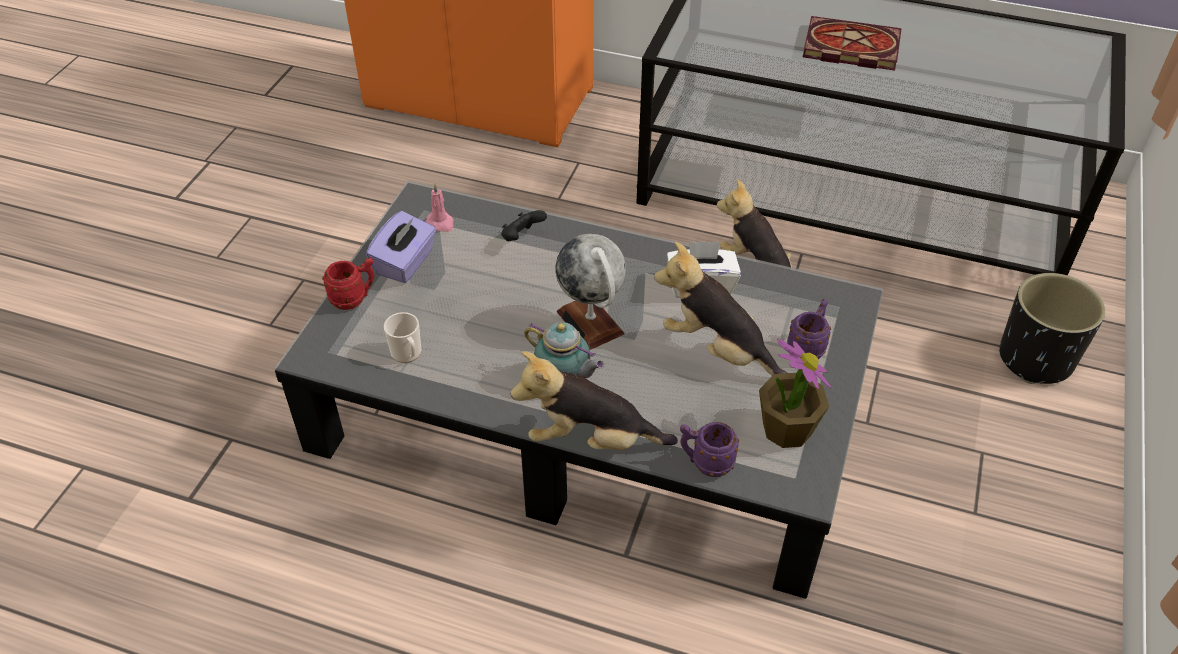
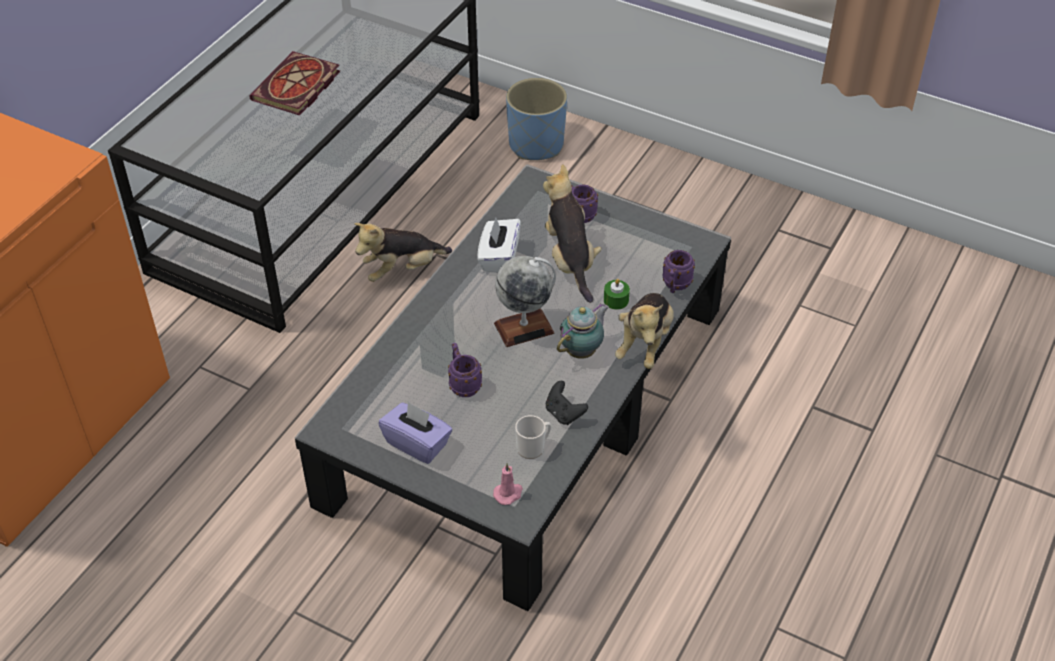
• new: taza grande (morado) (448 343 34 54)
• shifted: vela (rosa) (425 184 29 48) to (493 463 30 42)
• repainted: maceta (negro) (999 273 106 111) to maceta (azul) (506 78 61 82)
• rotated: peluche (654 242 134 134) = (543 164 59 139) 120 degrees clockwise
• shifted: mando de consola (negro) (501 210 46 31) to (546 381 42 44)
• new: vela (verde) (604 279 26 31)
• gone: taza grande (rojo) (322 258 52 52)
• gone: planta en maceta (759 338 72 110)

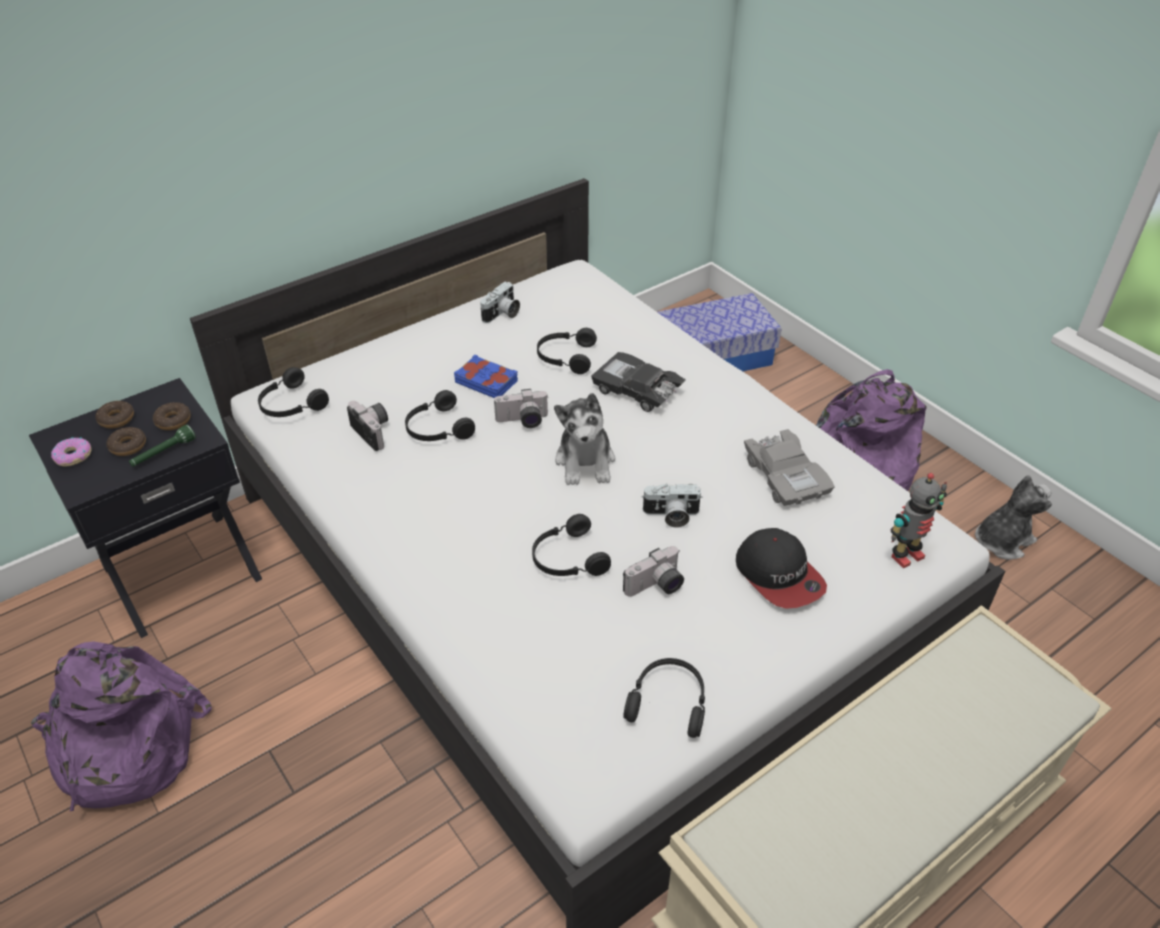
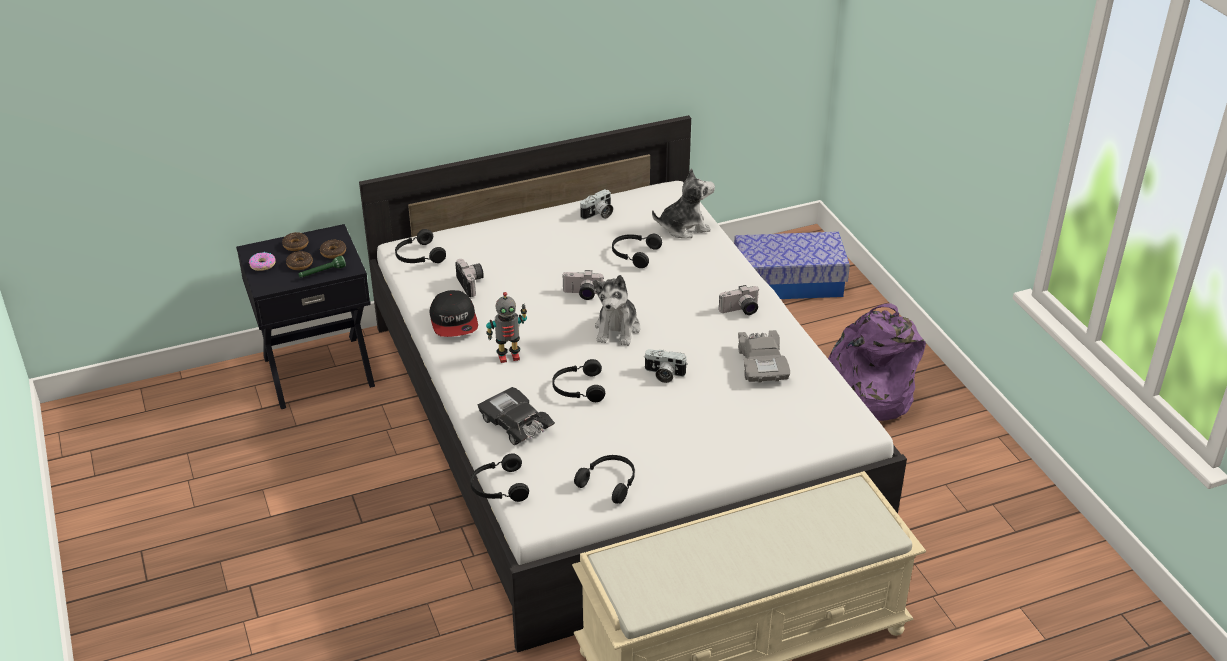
• shifted: gorra (736 528 91 81) to (430 290 48 47)
• shifted: auriculares (negro) (405 390 70 51) to (470 453 59 49)
• shifted: coche de juguete (negro) (591 352 95 60) to (478 387 77 58)
• shifted: robot de juguete (891 473 56 95) to (486 292 41 71)
• shifted: peluche (975 475 77 85) to (652 168 63 70)
• shifted: cámara (623 546 61 51) to (719 285 41 30)
• gone: mochila (morado) (31 641 181 170)
• gone: libro (azul) (454 354 64 44)

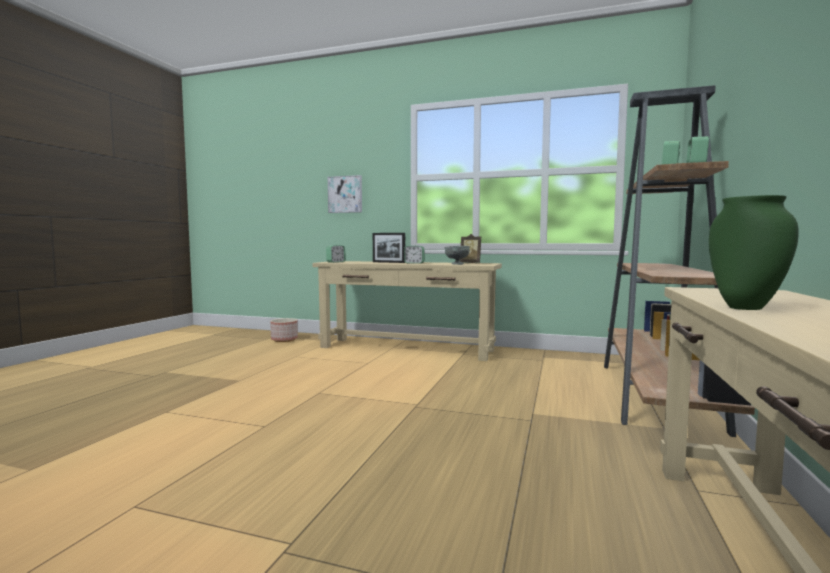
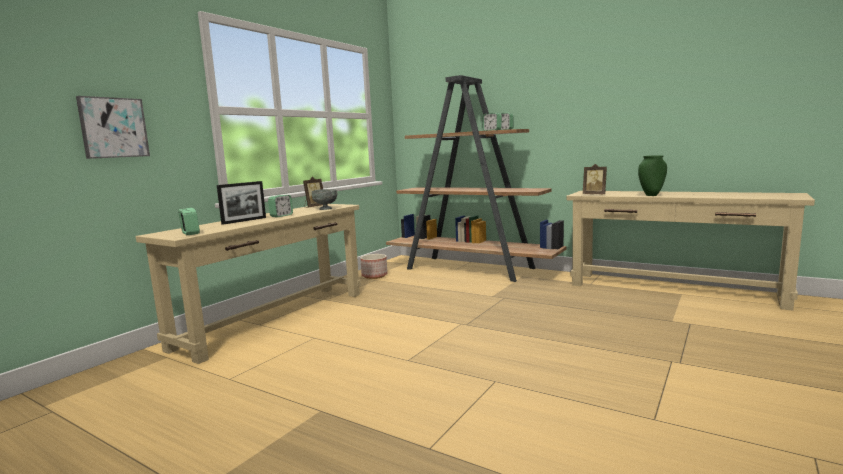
• shifted: maceta (270 318 28 24) to (360 254 27 25)
• new: portarretratos (583 164 24 30)

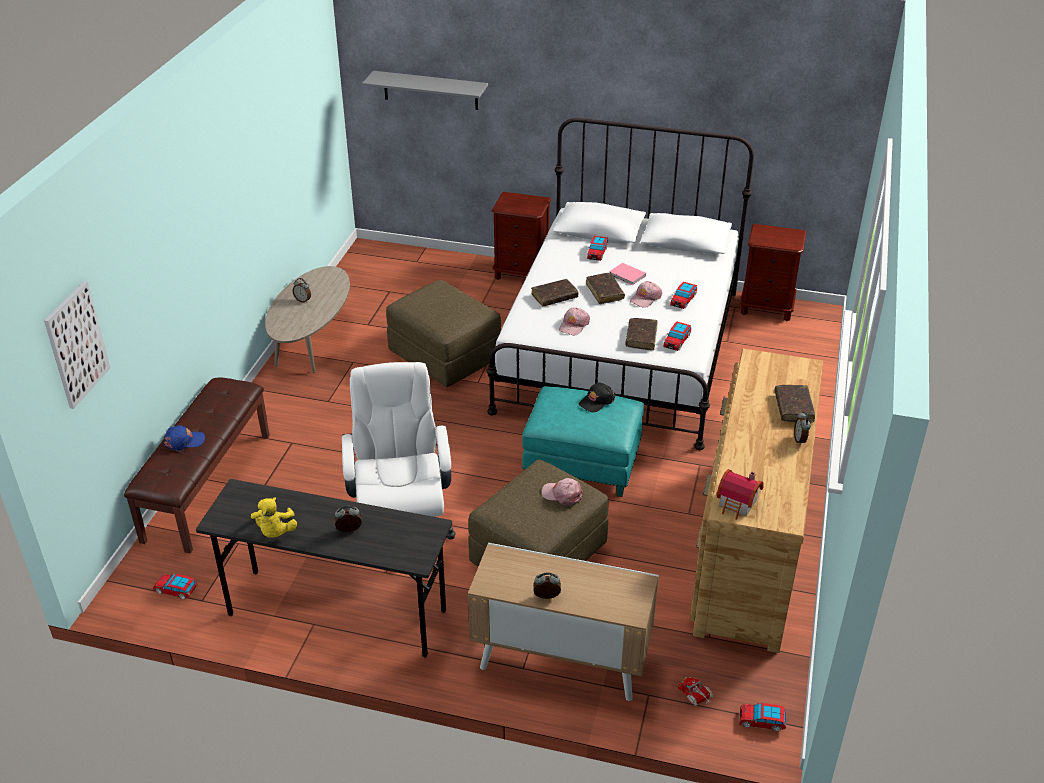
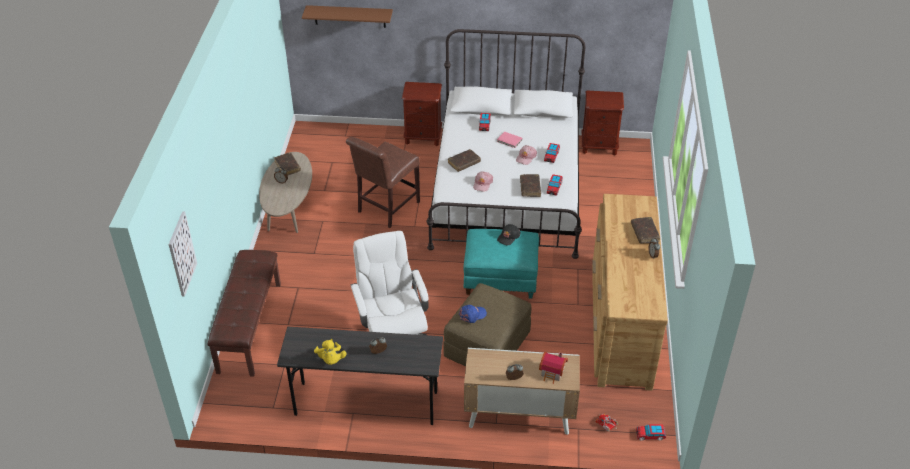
• shifted: libro (marrón) (586 273 39 31) to (274 152 27 23)
• repainted: estante (gris) (362 71 126 39) to estante (marrón) (302 5 91 23)
• swapped: puf (marrón) (386 280 115 107) to silla (marrón) (346 137 74 91)
• shifted: gorra (azul) (164 425 41 26) to (459 305 28 18)
• shifted: casita (717 469 47 51) to (539 352 29 32)
• gone: coche de juguete (153 574 45 26)
• gone: gorra (rosa) (542 478 41 28)

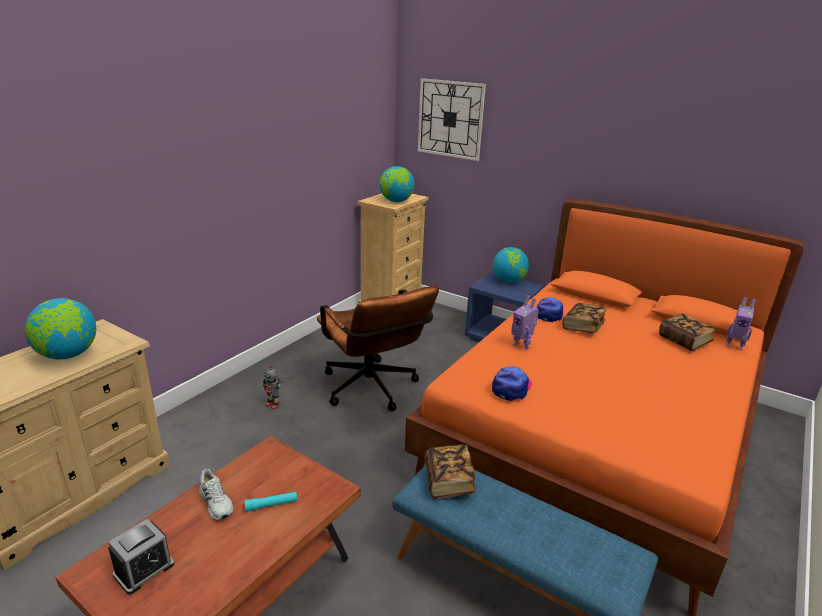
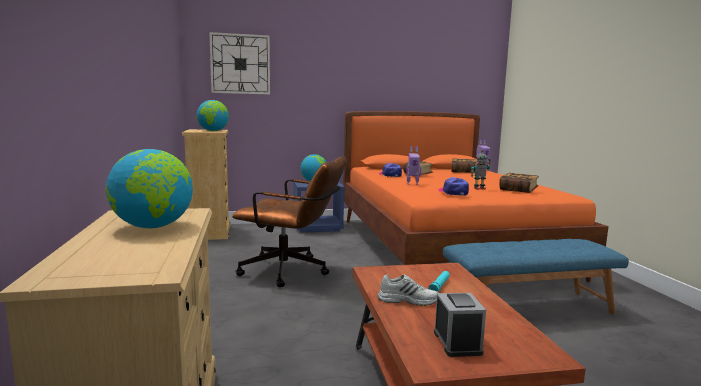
• shifted: robot de juguete (263 365 18 45) to (471 150 20 40)
• shifted: libro (424 445 52 54) to (499 173 40 20)

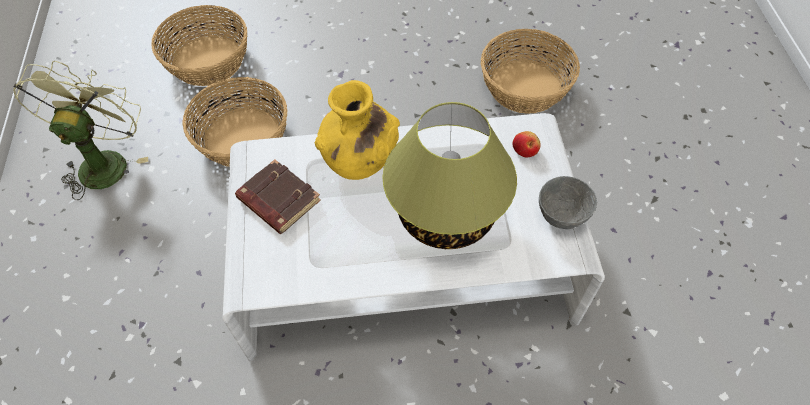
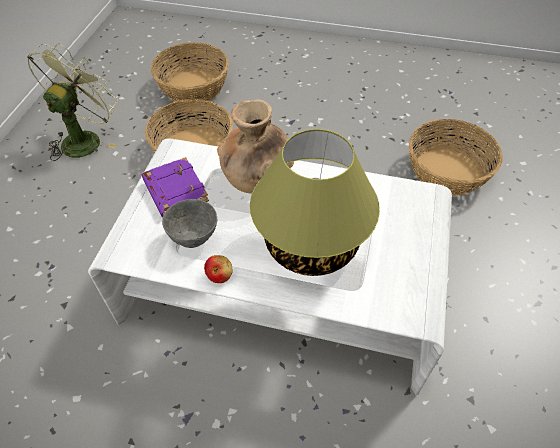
• repainted: libro (marrón) (235 159 86 75) to libro (morado) (142 157 67 61)
• shifted: cuenco (gris) (539 176 58 53) to (162 199 55 49)
• shifted: manzana (513 131 27 26) to (204 255 29 28)
• repainted: florero (amarillo) (315 80 85 100) to florero (marrón) (217 99 77 95)

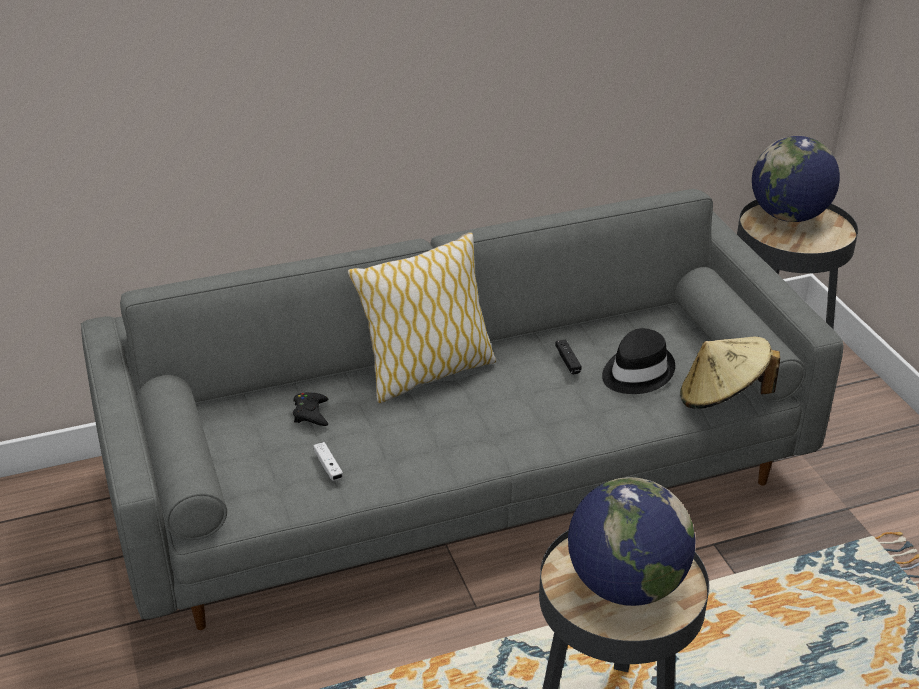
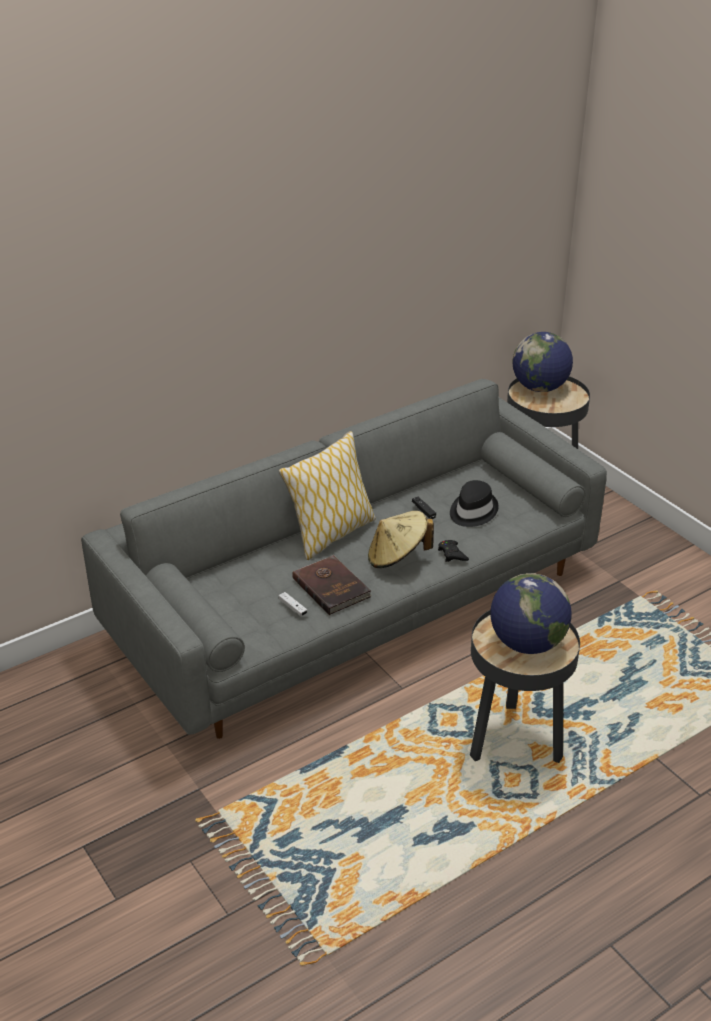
• new: libro (marrón) (292 555 80 60)
• shifted: sombrero (beis) (680 337 100 72) to (368 511 66 57)
• shifted: mando de consola (negro) (293 392 35 34) to (438 540 31 22)

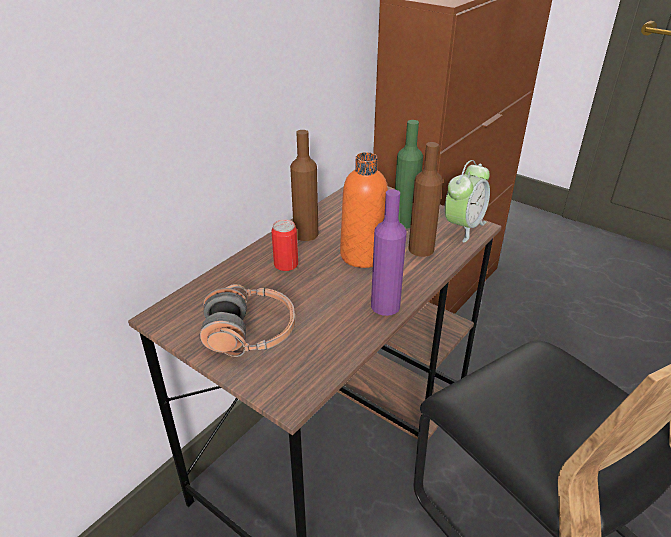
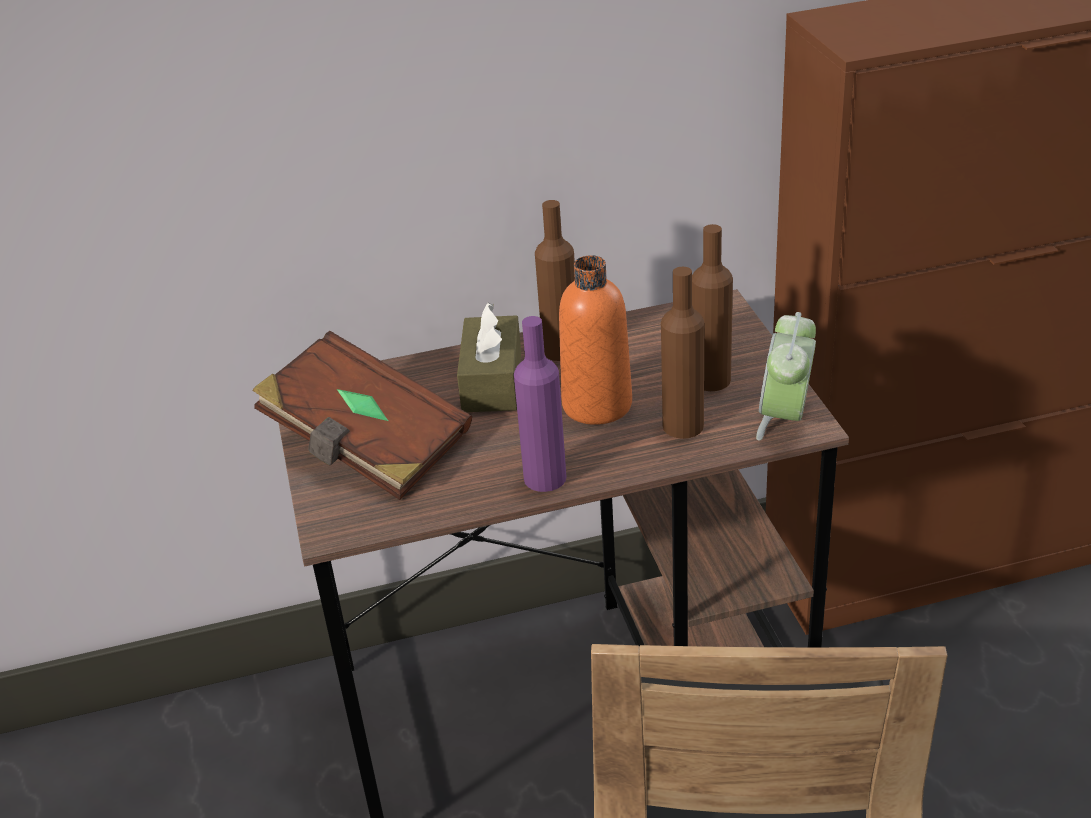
• swapped: auriculares (200 284 95 73) to libro (marrón) (253 331 219 169)
• swapped: lata (272 219 26 52) to caja de pañuelos (marrón) (457 303 64 109)
• repainted: botella (verde) (395 120 28 108) to botella (marrón) (692 224 41 167)
• rotated: despertador (444 160 46 82) = (756 312 60 129) 120 degrees clockwise

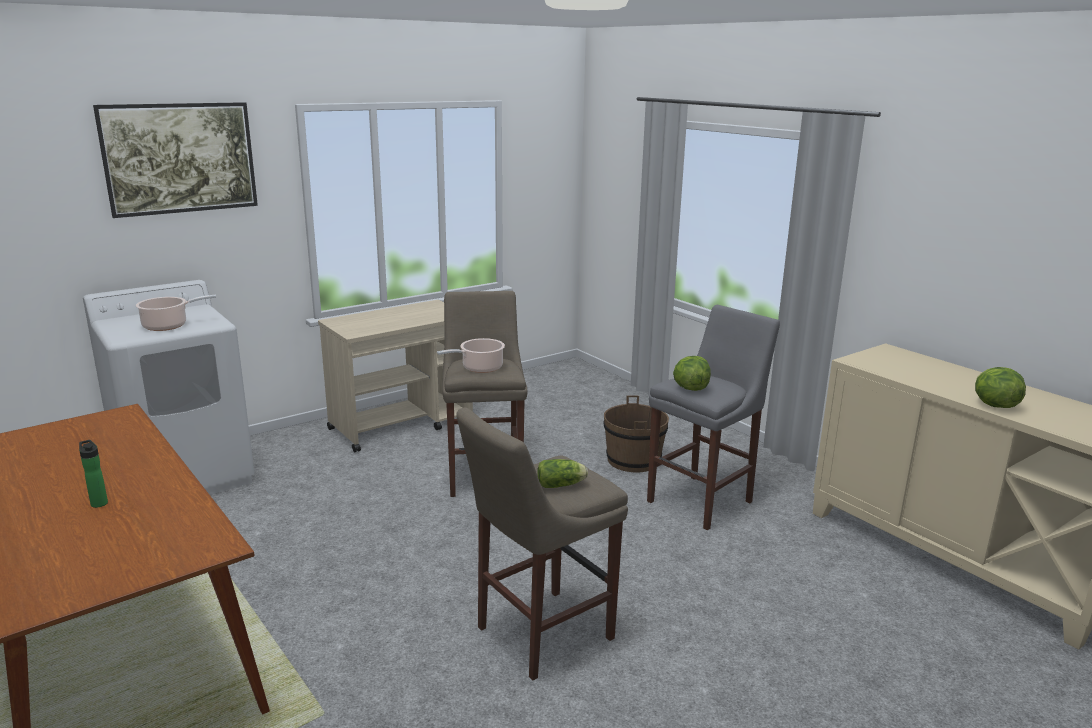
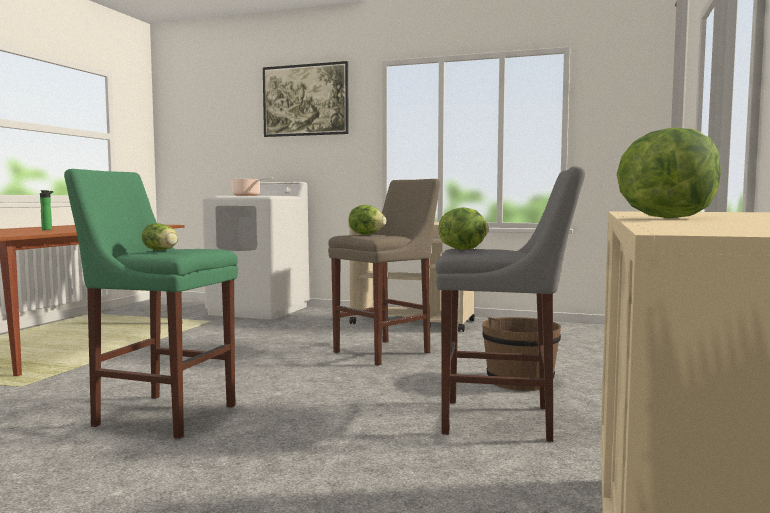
• repainted: taburete (beis) (456 408 172 272) to taburete (verde) (64 169 174 270)
• swapped: olla (437 338 68 35) to lechuga (349 205 37 30)

